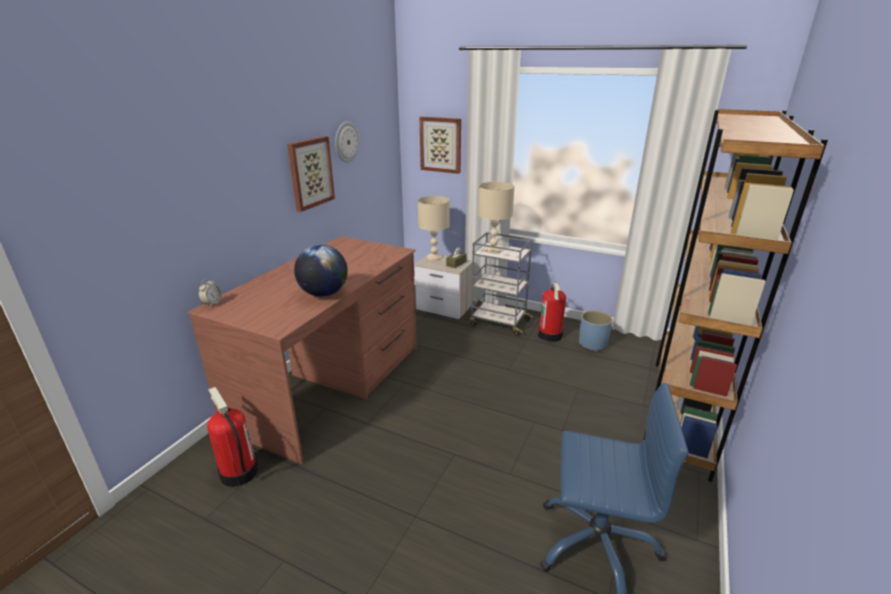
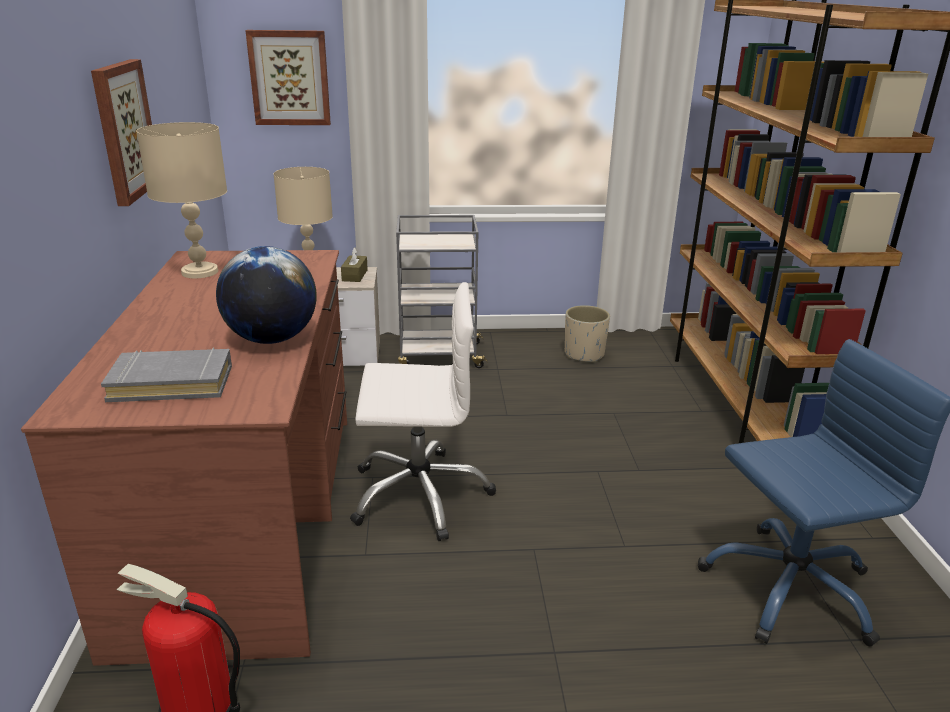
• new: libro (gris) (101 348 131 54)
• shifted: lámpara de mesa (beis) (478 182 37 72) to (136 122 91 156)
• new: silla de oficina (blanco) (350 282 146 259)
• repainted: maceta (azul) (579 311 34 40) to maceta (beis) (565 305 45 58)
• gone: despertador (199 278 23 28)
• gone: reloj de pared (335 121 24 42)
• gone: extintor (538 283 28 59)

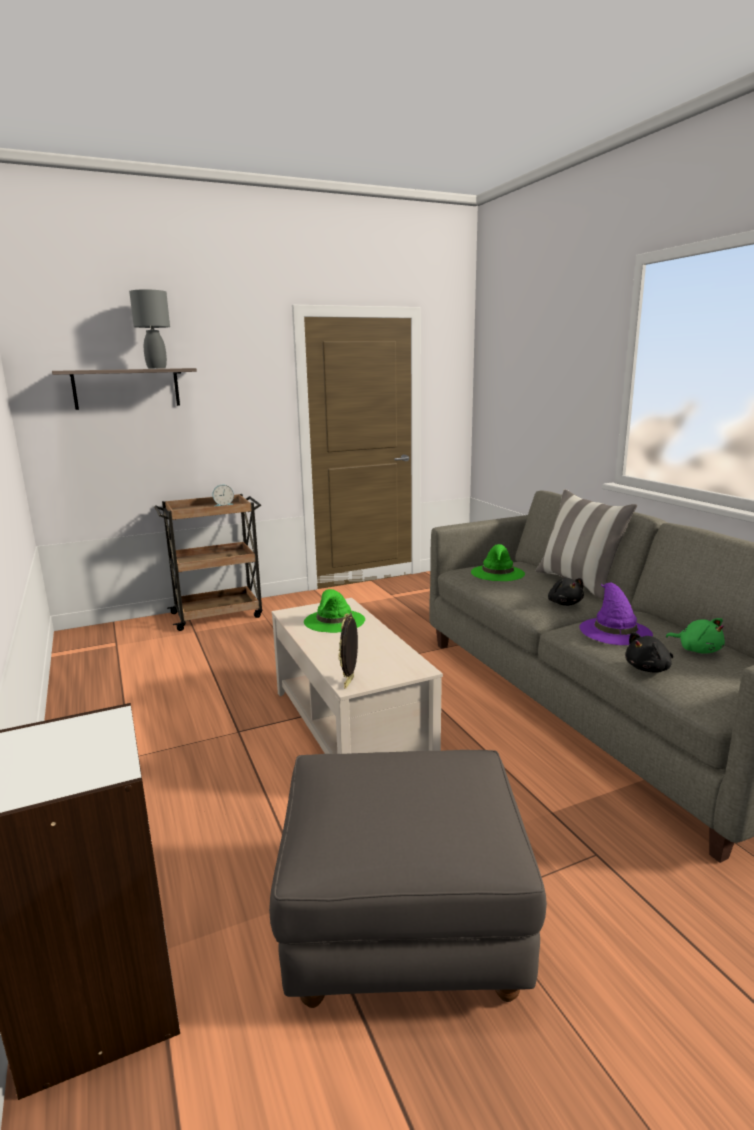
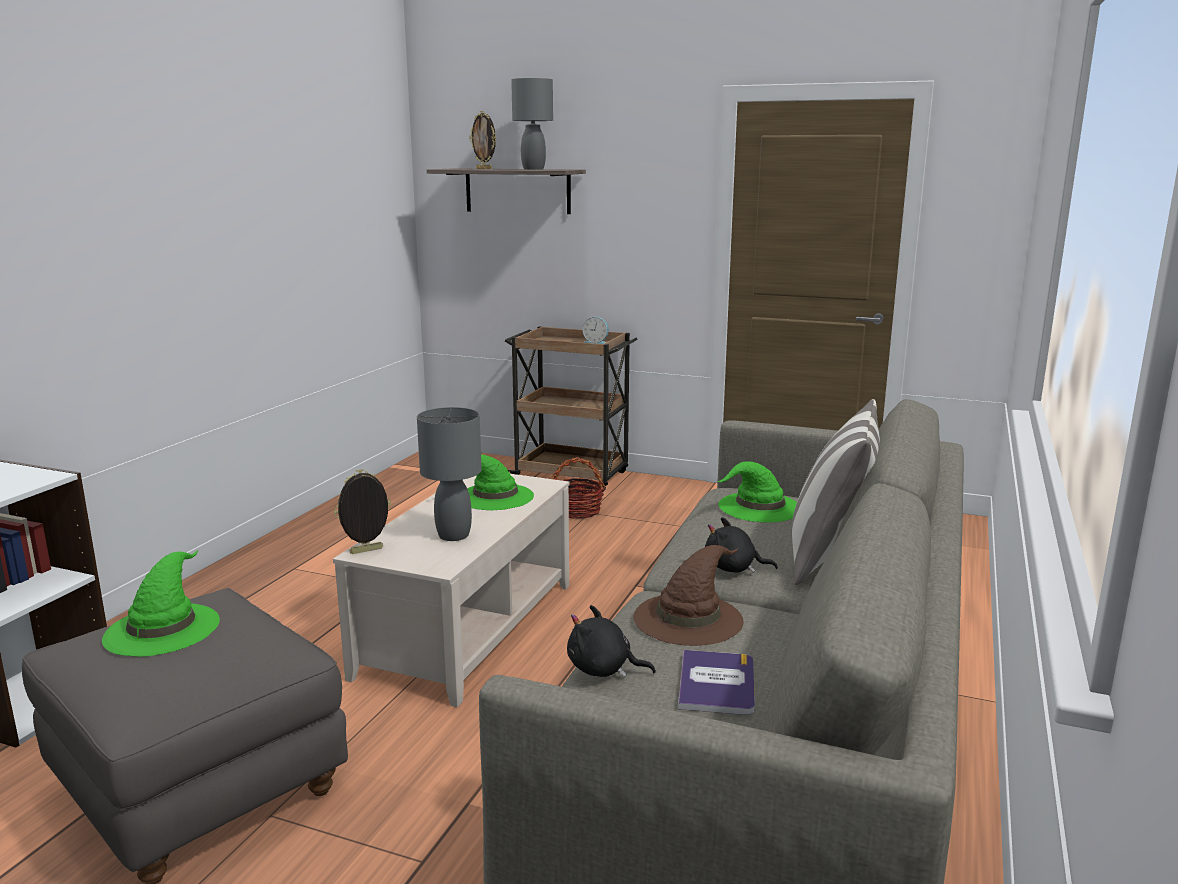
• new: sombrero (verde) (102 550 118 107)
• new: lámpara de mesa (gris) (417 407 65 134)
• new: portarretratos (469 111 27 58)
• new: cesta (552 457 54 62)
• repainted: sombrero (morado) (579 583 74 62) to sombrero (marrón) (633 545 110 101)
• swapped: peluche (verde) (666 618 59 36) to libro (678 650 77 65)
• rotated: peluche (negro) (548 578 36 28) = (705 517 73 56) 75 degrees clockwise

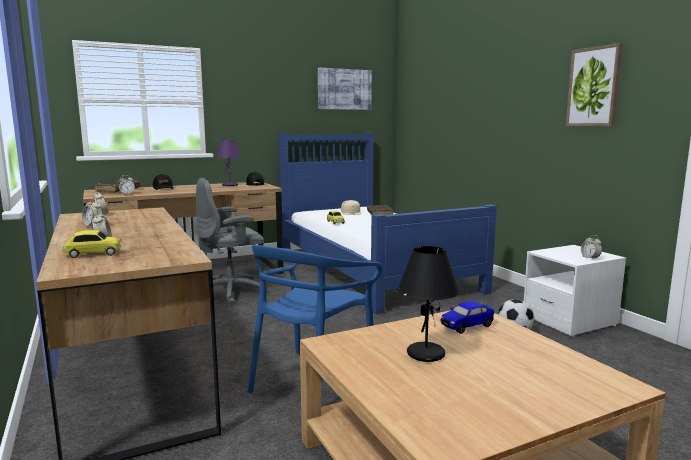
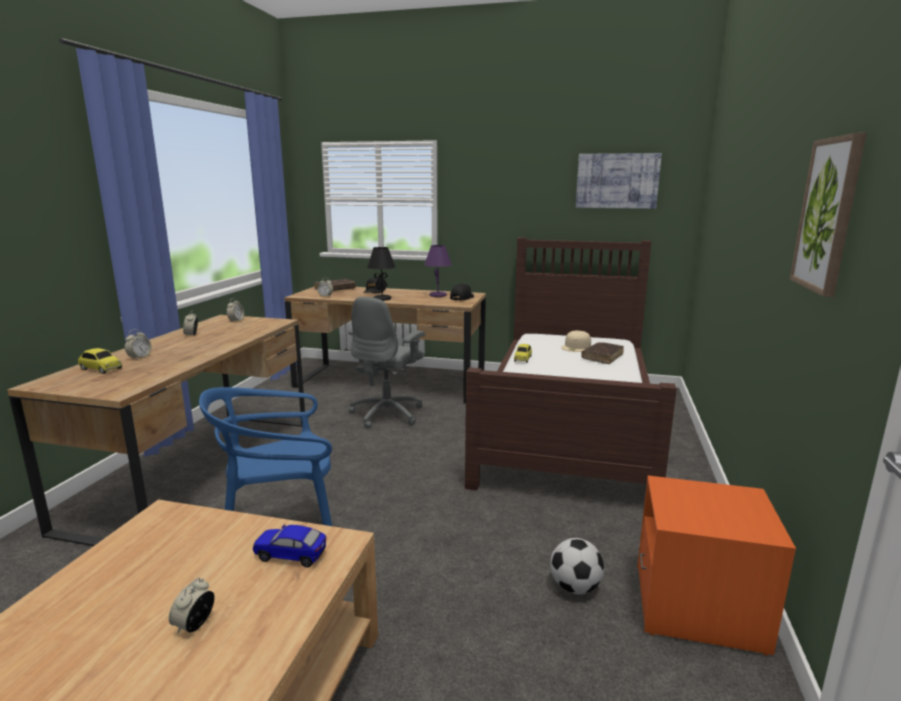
• shifted: despertador (581 235 21 24) to (169 578 46 55)
• rotated: silla de oficina (gris) (196 178 71 127) = (348 297 77 132) 75 degrees counterclockwise
• shifted: lámpara de mesa (negro) (397 246 62 116) to (367 247 29 54)
• repainted: cama (azul) (279 133 218 182) to cama (marrón) (465 237 212 254)
• repainted: mesita de noche (blanco) (524 245 102 92) to mesita de noche (naranja) (637 475 159 181)

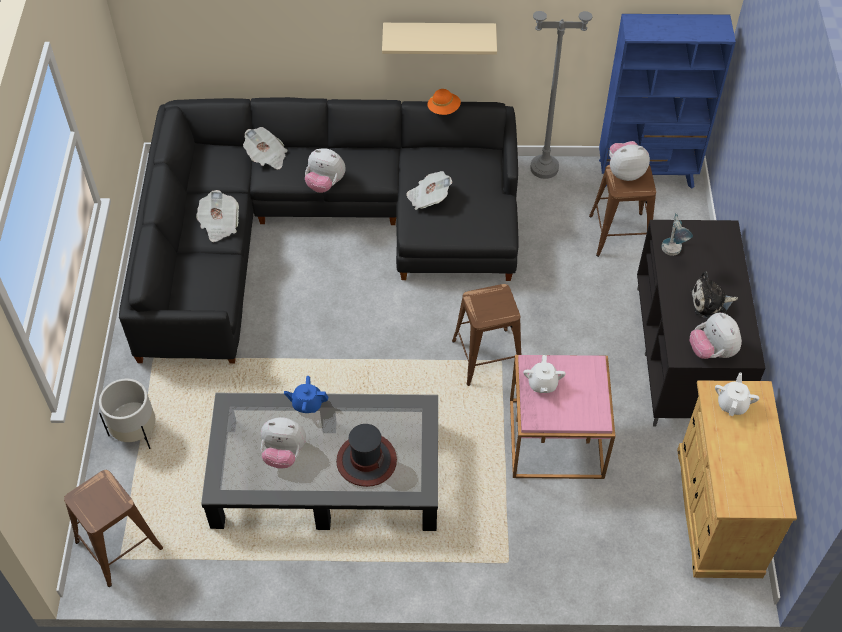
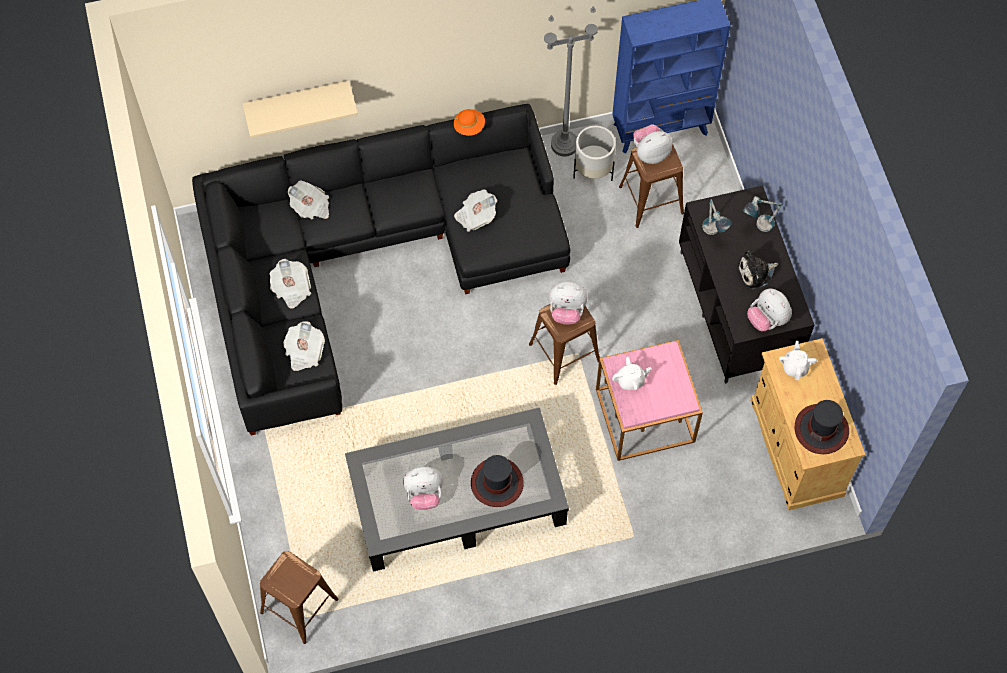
• shifted: estante (beis) (382 23 115 32) to (243 81 115 57)
• new: periódico (283 321 42 50)
• shifted: peluche (305 148 40 45) to (549 282 39 43)
• shifted: maceta (blanco) (99 378 56 71) to (573 126 43 55)
• rotated: tetera (blanco) (523 355 43 38) = (612 357 39 33) 90 degrees counterclockwise
• new: lámpara de mesa (742 196 40 36)
• new: sombrero (795 400 54 54)
• gone: tetera (azul) (284 376 44 37)

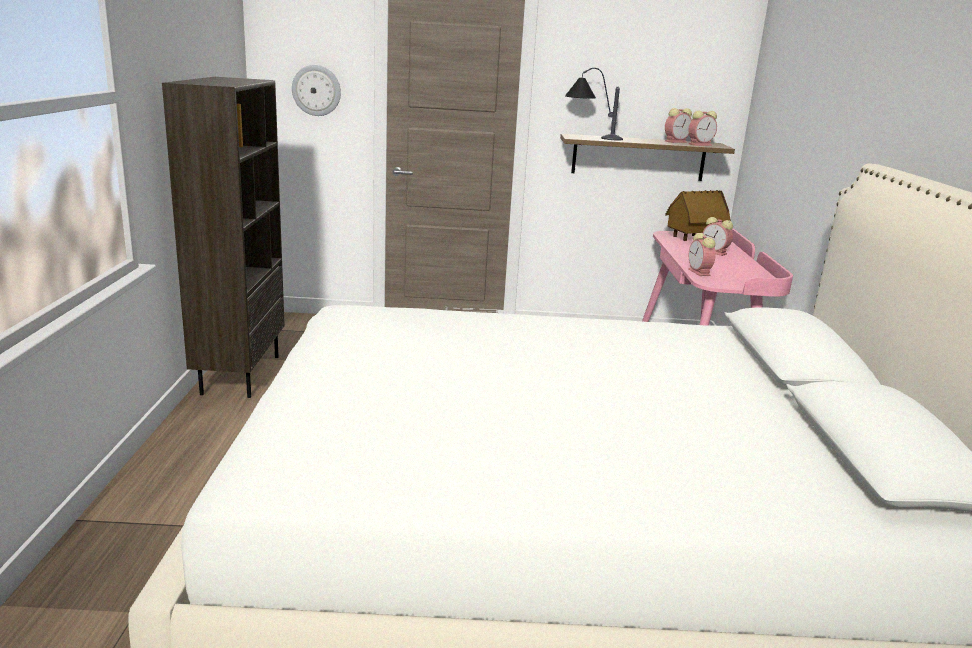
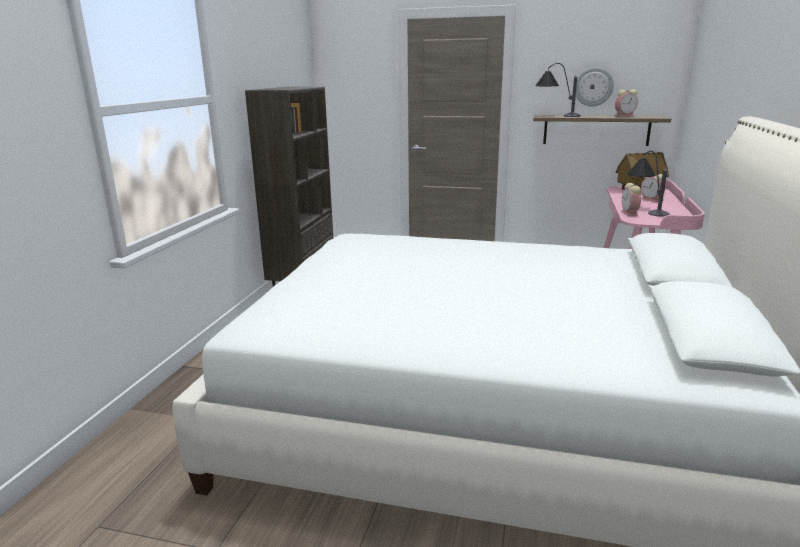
• shifted: reloj de pared (292 65 49 51) to (576 67 38 39)
• new: lámpara de mesa (627 151 42 66)
• gone: despertador (688 110 29 36)

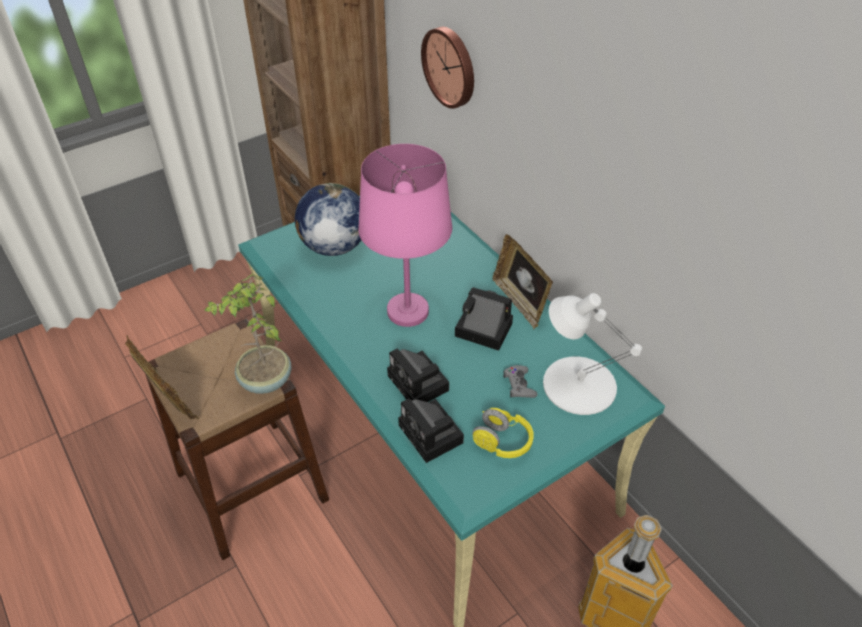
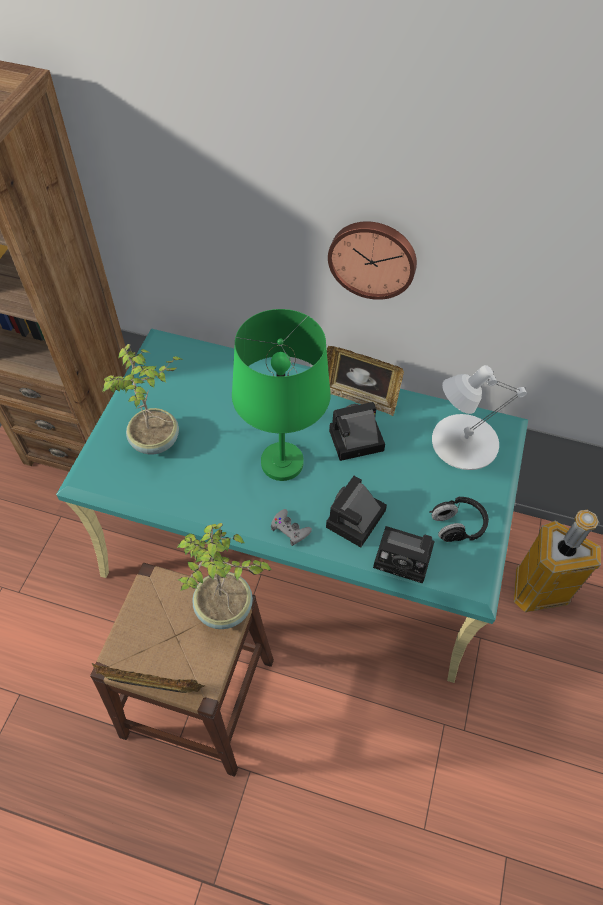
• swapped: globo terráqueo (295 183 66 73) to planta en maceta (102 344 81 110)
• repainted: lámpara de mesa (rosa) (358 144 94 183) to lámpara de mesa (verde) (232 309 99 172)
• shifted: mando de consola (gris) (503 365 34 33) to (271 509 41 37)
• rotated: cámara (387 348 62 54) = (326 476 61 71) 105 degrees clockwise
• shifted: reloj de pared (421 27 53 82) to (328 221 89 79)
• repainted: auriculares (amarillo) (472 408 62 50) to auriculares (negro) (429 496 60 46)

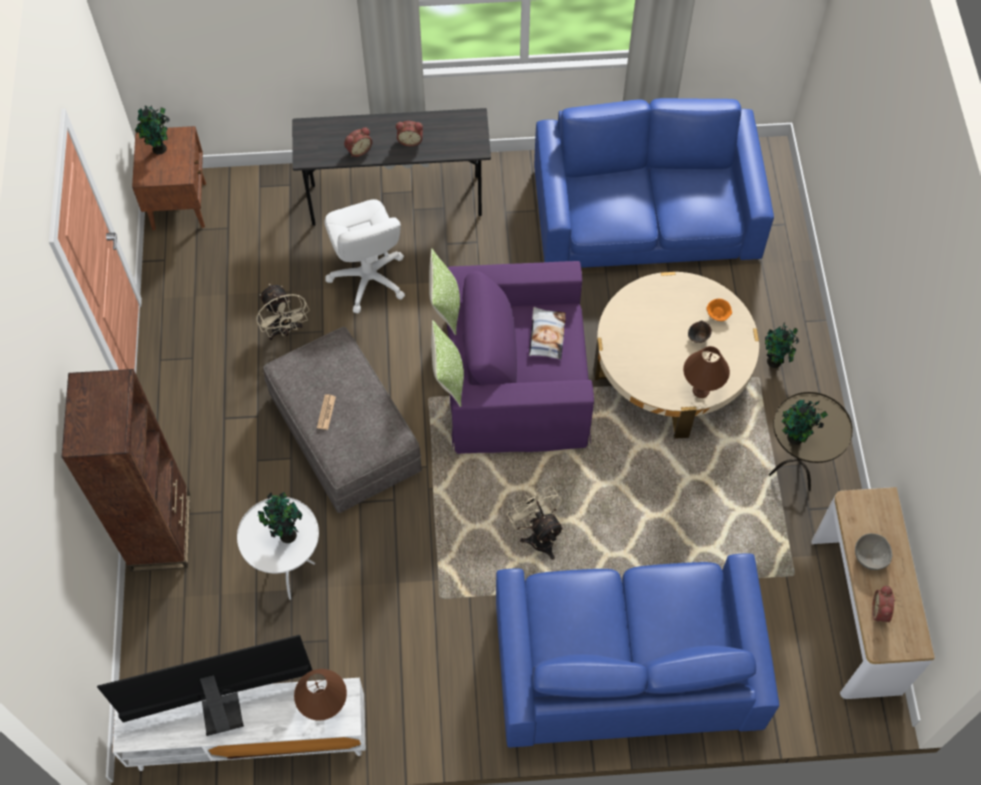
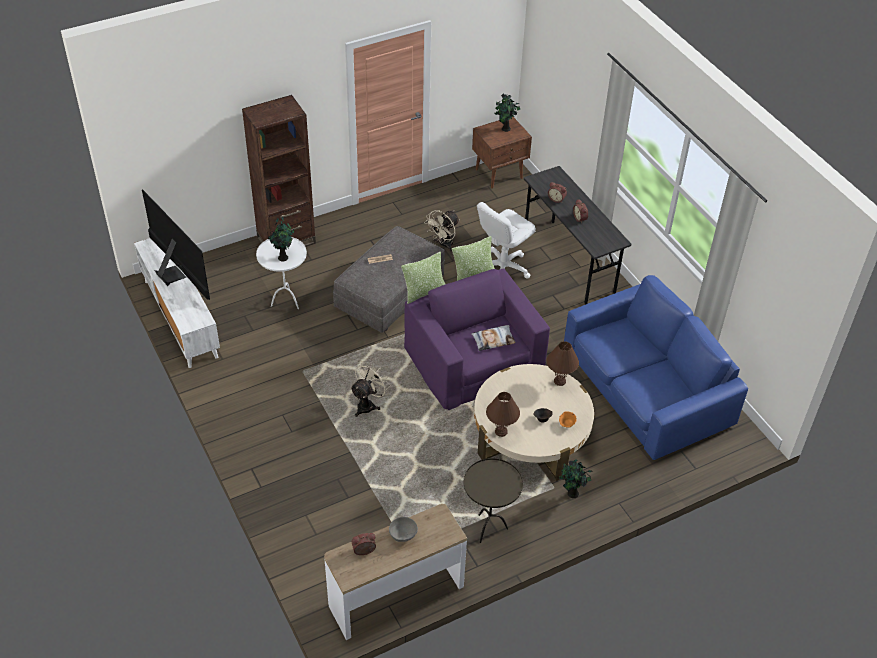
• shifted: lámpara de mesa (marrón) (294 669 53 51) to (546 341 33 45)
• gone: sofá (azul) (496 553 283 194)
• gone: planta en maceta (781 400 47 45)

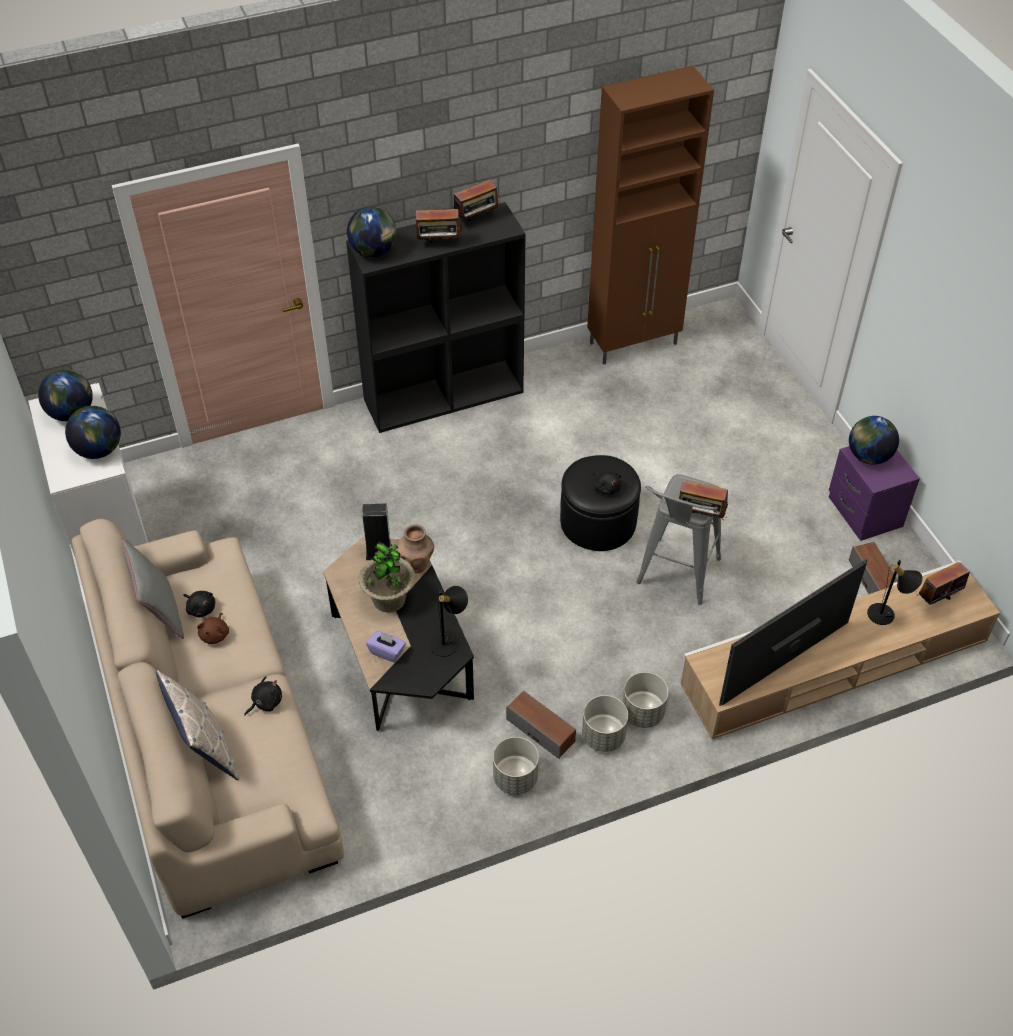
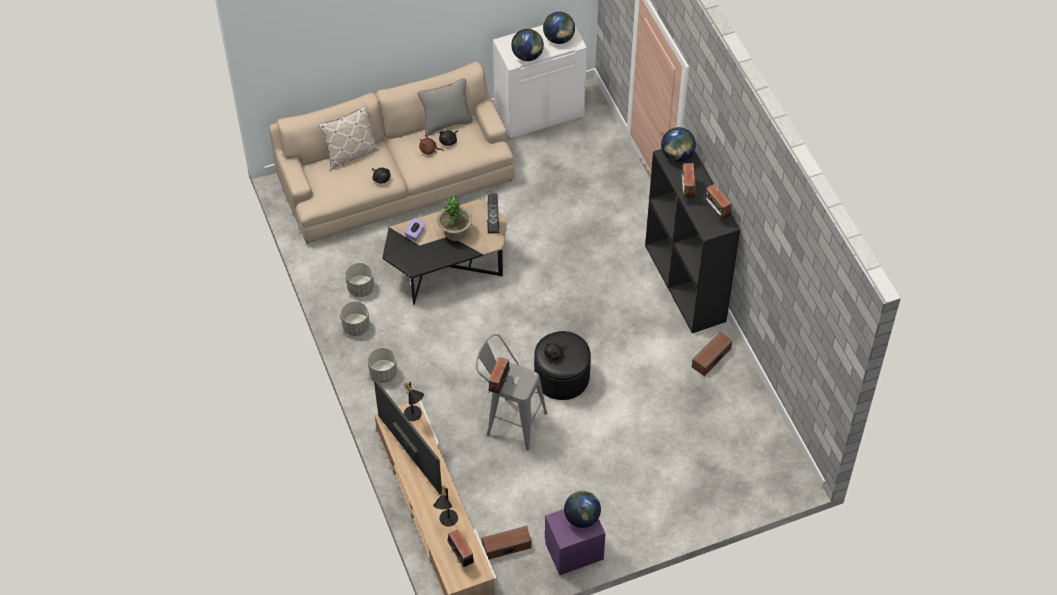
• shifted: maceta (gris) (623 672 45 56) to (345 263 29 34)
• shifted: lámpara de mesa (negro) (430 586 38 71) to (404 382 20 39)
• shifted: altavoz (506 691 70 68) to (691 332 41 44)
• gone: florero (marrón) (398 524 36 49)
• gone: armario (marrón) (587 66 127 299)

